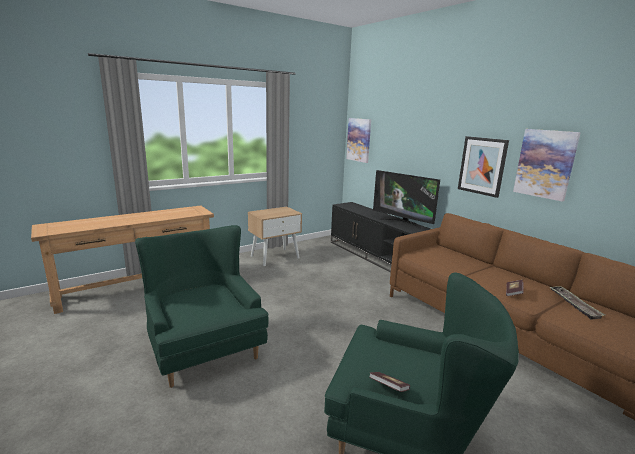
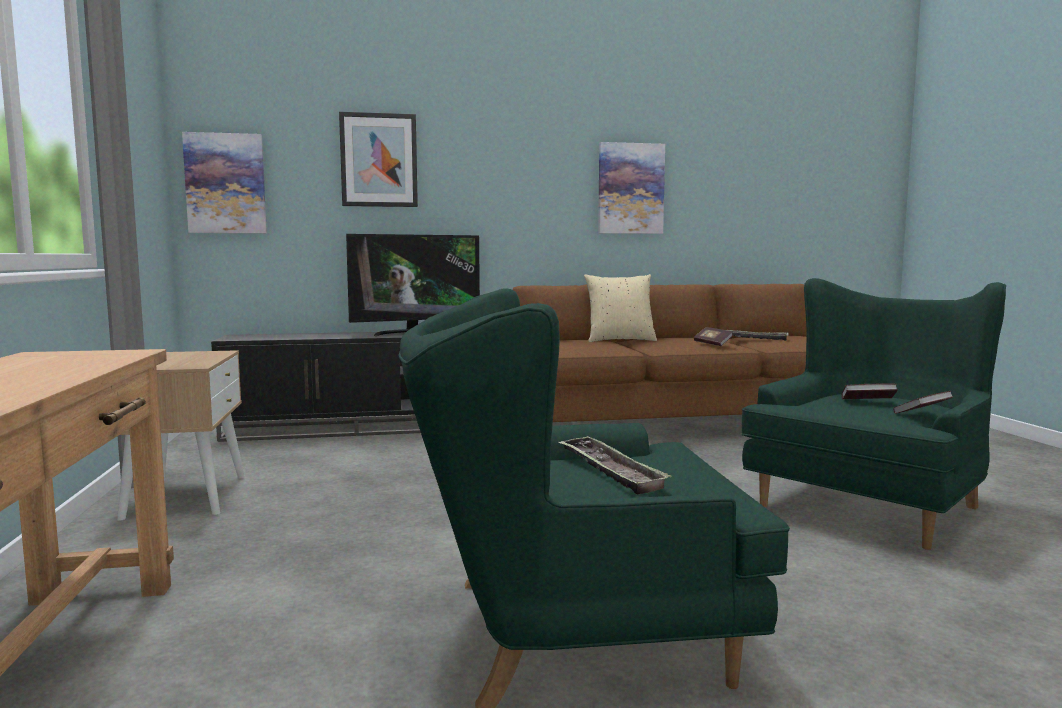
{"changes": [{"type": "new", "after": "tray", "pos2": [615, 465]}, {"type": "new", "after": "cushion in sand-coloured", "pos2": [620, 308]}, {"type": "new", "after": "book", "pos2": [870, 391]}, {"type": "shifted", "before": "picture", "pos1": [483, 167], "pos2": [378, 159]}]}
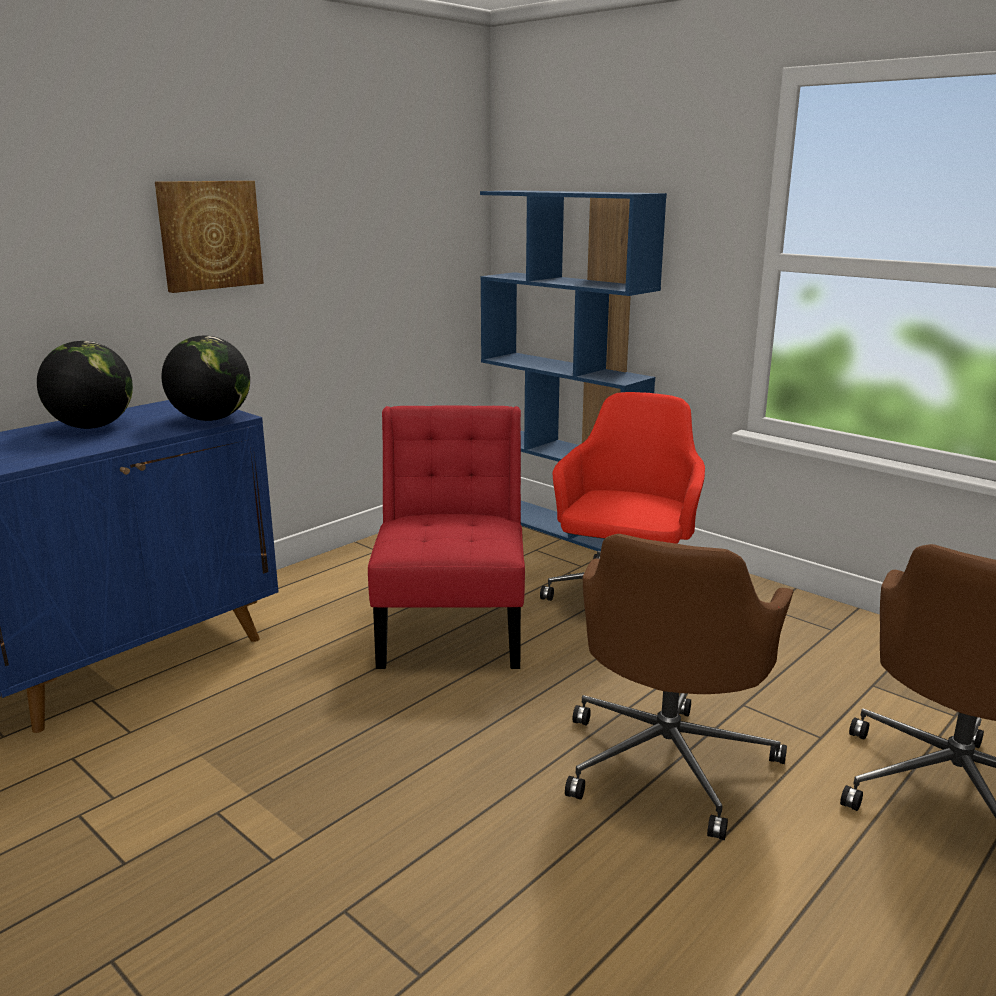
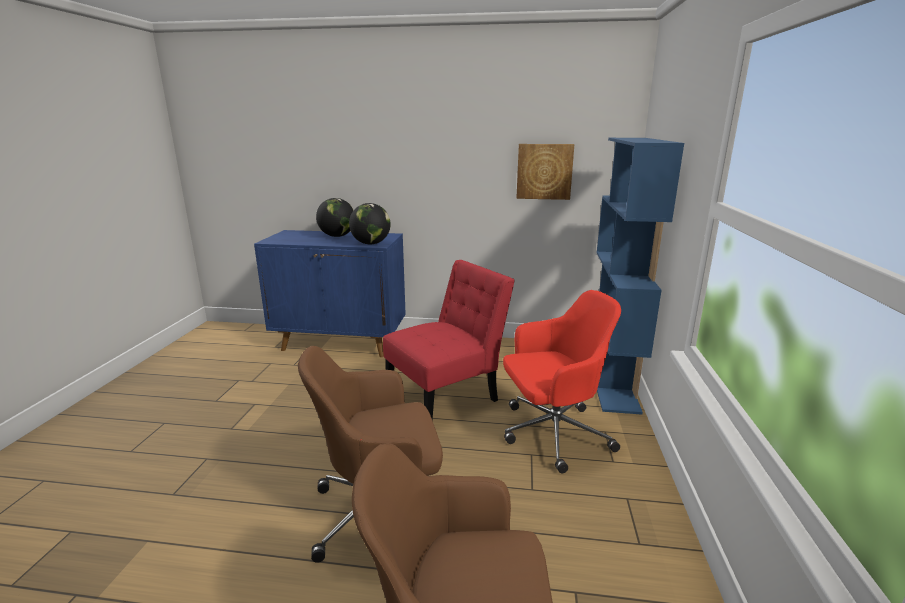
{"changes": [{"type": "shifted", "before": "picture", "pos1": [209, 237], "pos2": [545, 172]}]}
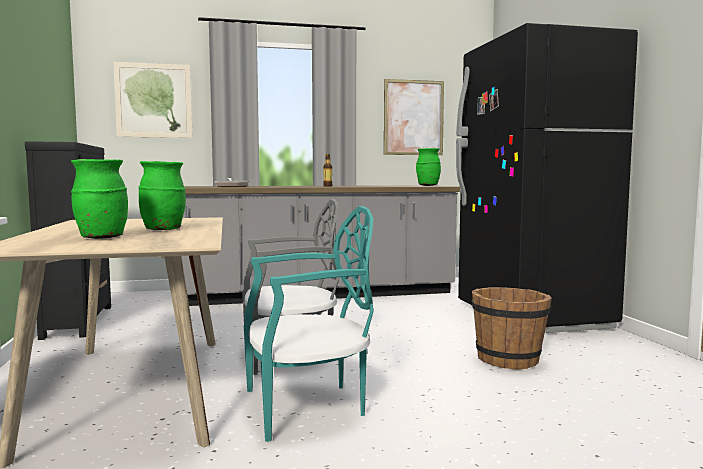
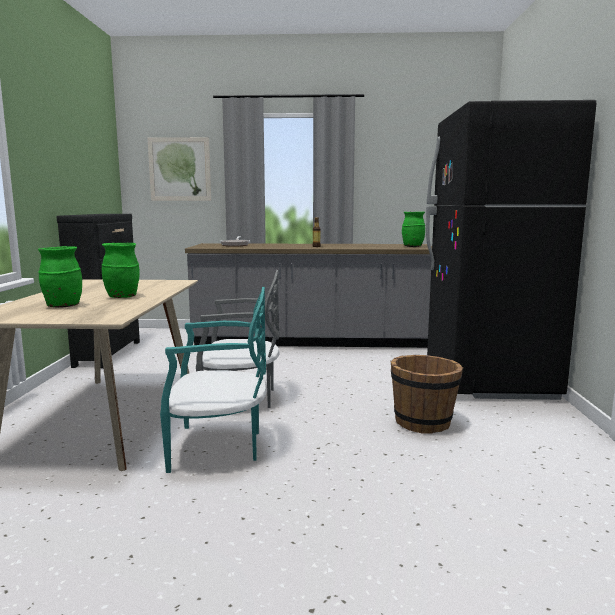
{"changes": [{"type": "gone", "before": "picture", "pos1": [414, 117]}]}
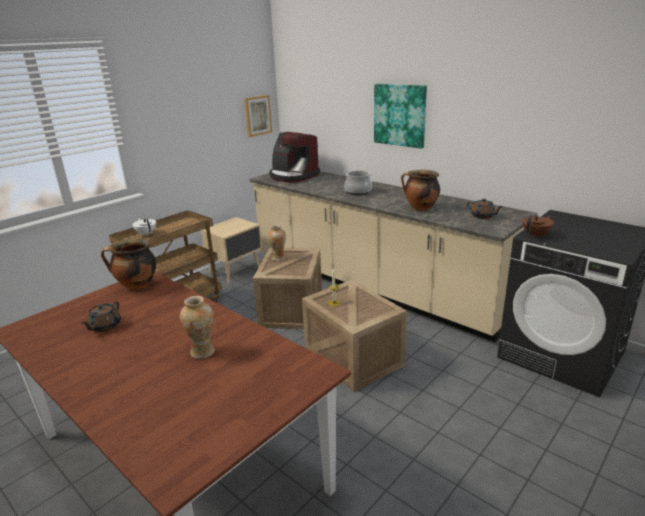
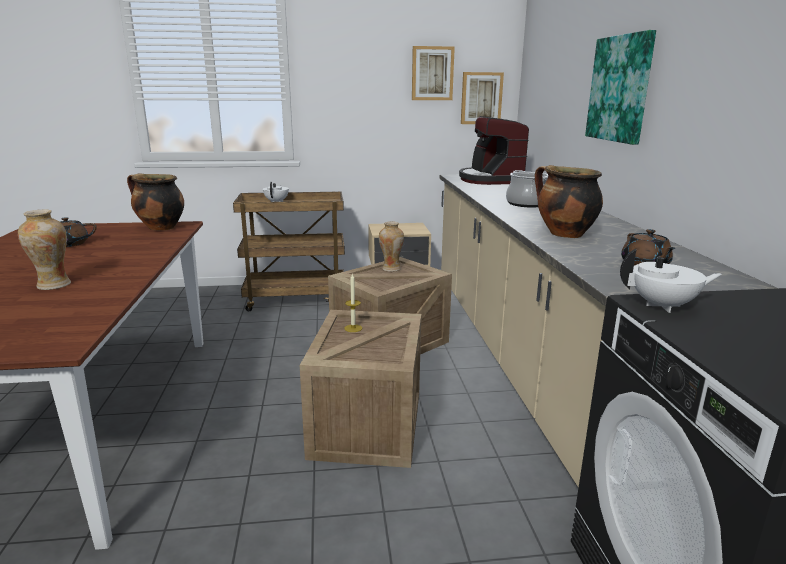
{"changes": [{"type": "new", "after": "picture", "pos2": [433, 73]}, {"type": "repainted", "before": "teapot in brownish", "after": "teapot in white", "pos1": [538, 226], "pos2": [671, 281]}]}
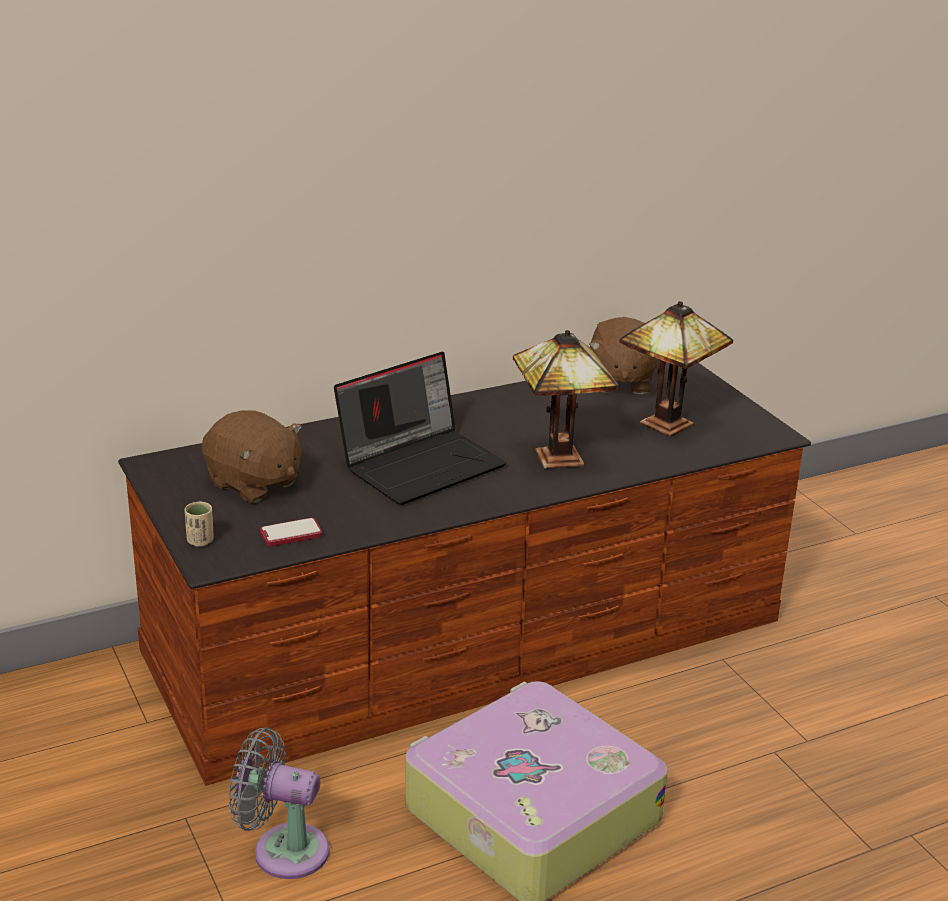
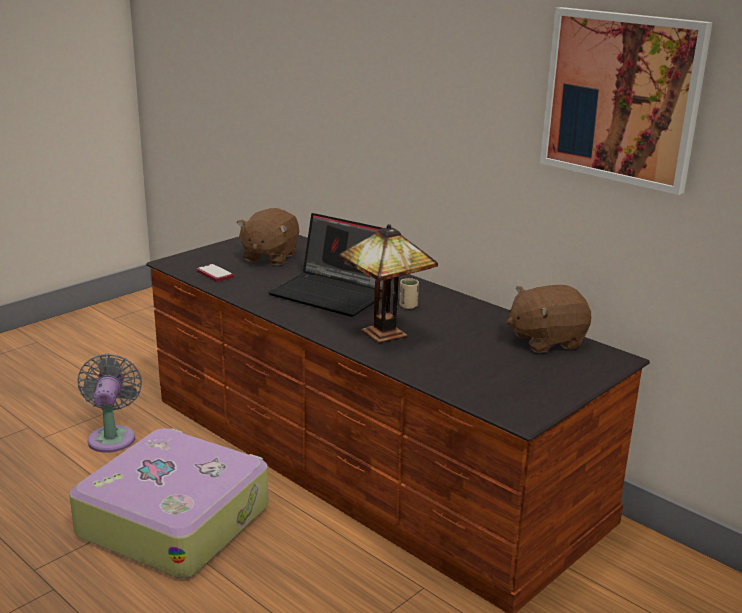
{"changes": [{"type": "gone", "before": "tabletop lamp", "pos1": [676, 368]}, {"type": "new", "after": "picture", "pos2": [626, 101]}, {"type": "shifted", "before": "cup in sand-coloured", "pos1": [199, 524], "pos2": [409, 293]}]}
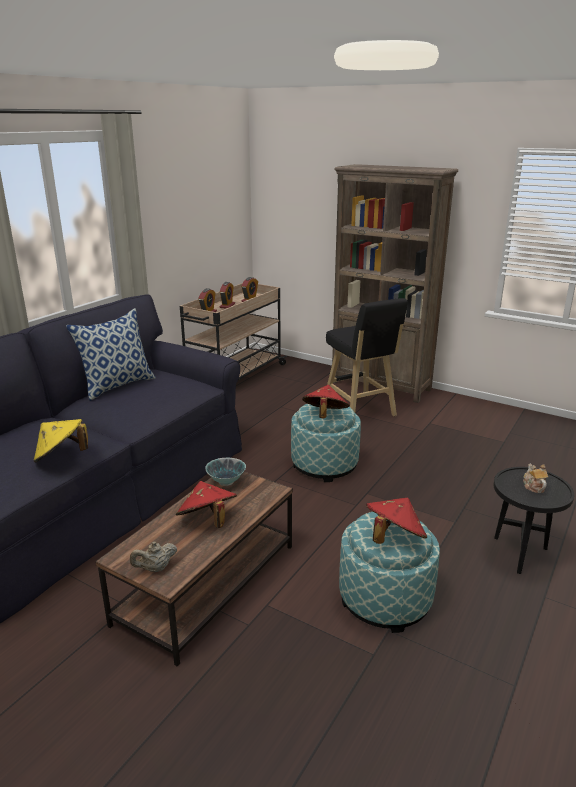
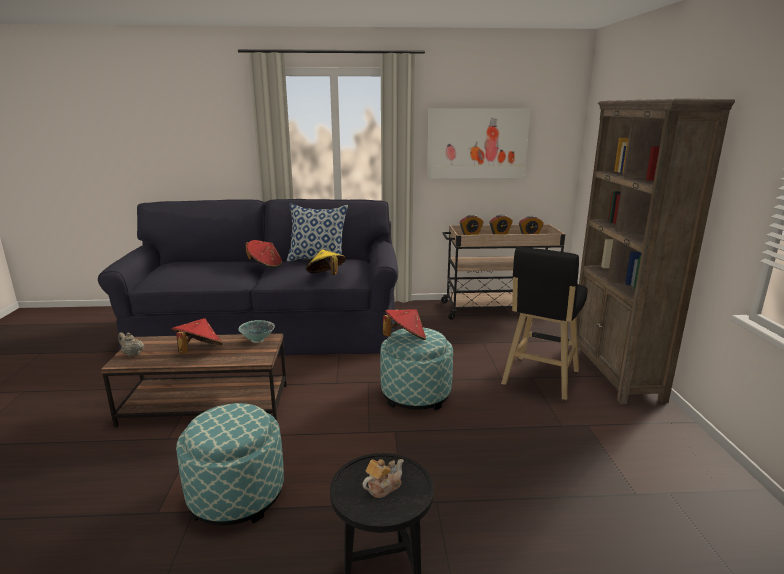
{"changes": [{"type": "new", "after": "picture", "pos2": [479, 144]}, {"type": "shifted", "before": "hat in yellowish", "pos1": [60, 441], "pos2": [326, 262]}, {"type": "shifted", "before": "hat in red-coloured", "pos1": [396, 521], "pos2": [263, 254]}]}
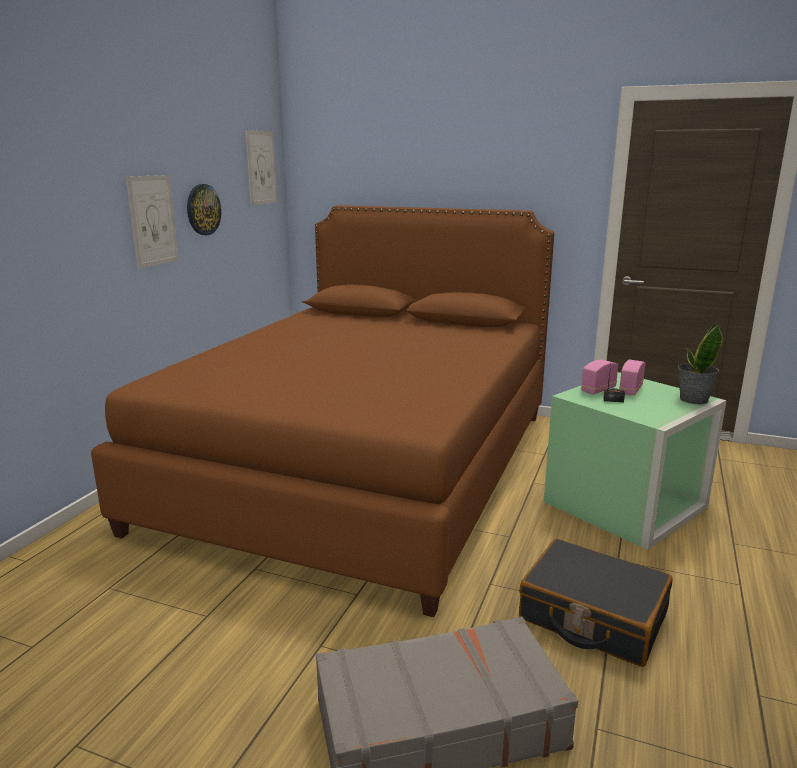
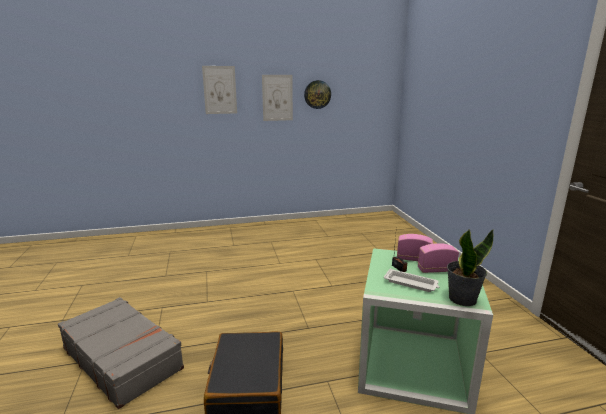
{"changes": [{"type": "gone", "before": "bedroom bed in brownish", "pos1": [322, 411]}, {"type": "new", "after": "tray in white", "pos2": [411, 280]}, {"type": "shifted", "before": "picture", "pos1": [261, 167], "pos2": [219, 90]}]}
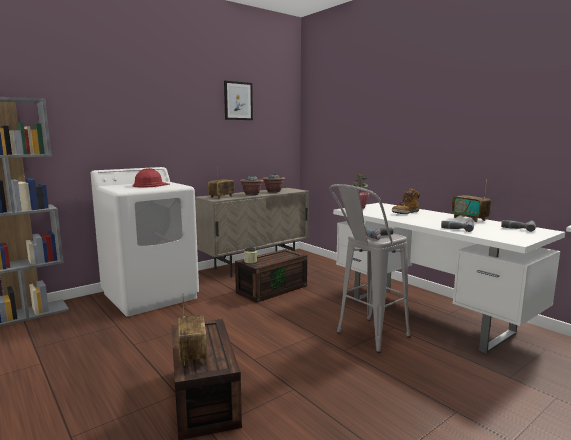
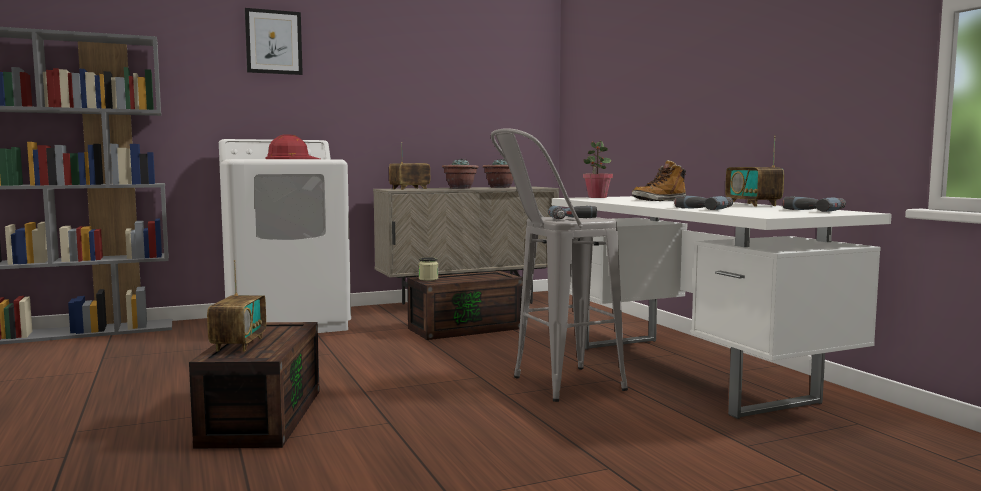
{"changes": [{"type": "shifted", "before": "picture", "pos1": [238, 100], "pos2": [274, 41]}]}
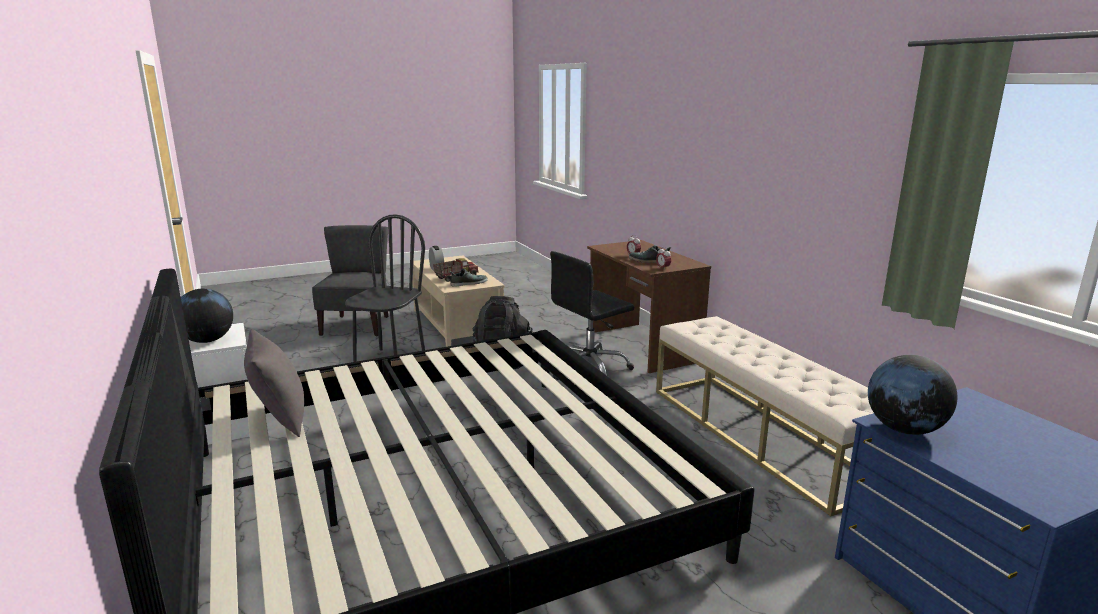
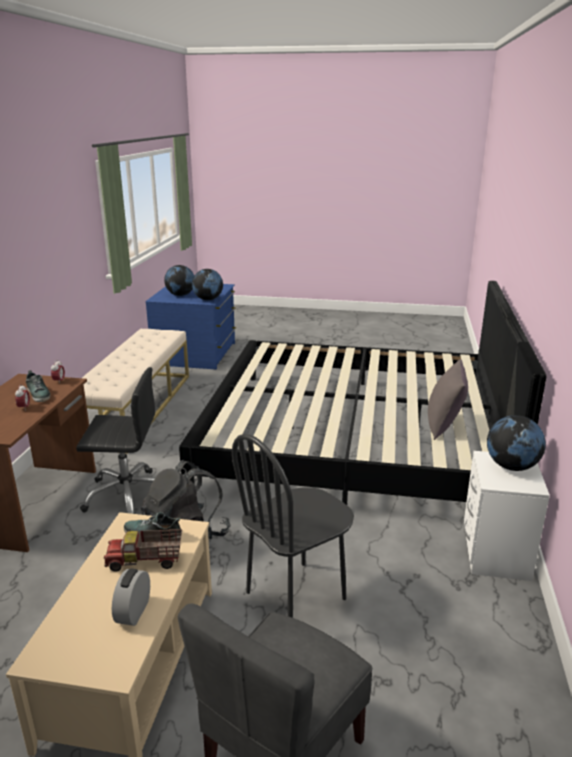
{"changes": [{"type": "new", "after": "world globe", "pos2": [179, 280]}]}
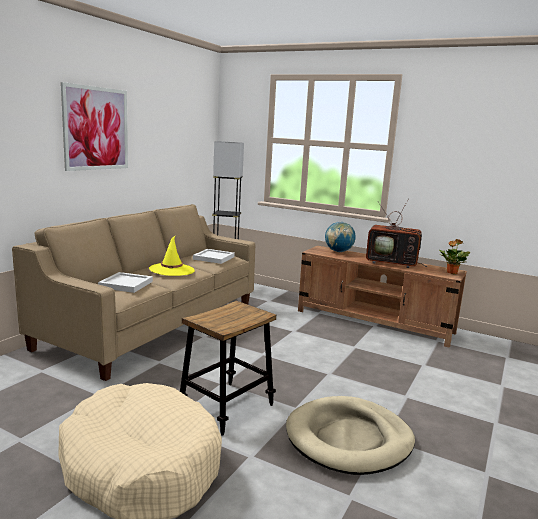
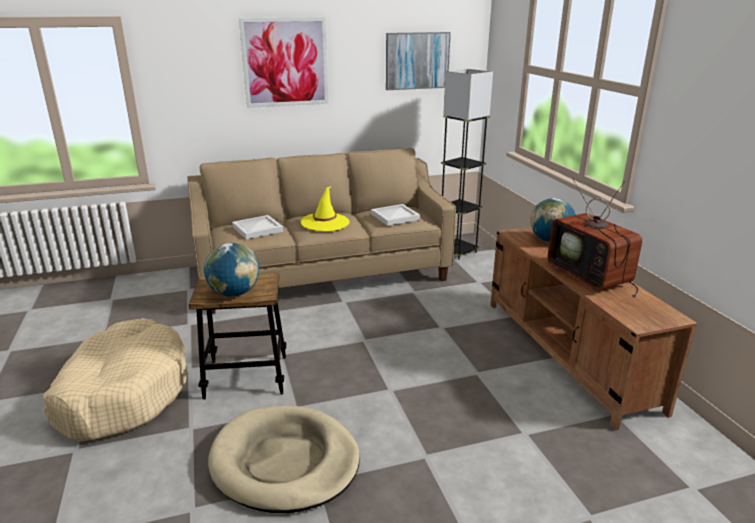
{"changes": [{"type": "gone", "before": "houseplant", "pos1": [454, 256]}, {"type": "new", "after": "world globe", "pos2": [231, 270]}, {"type": "new", "after": "picture", "pos2": [418, 61]}]}
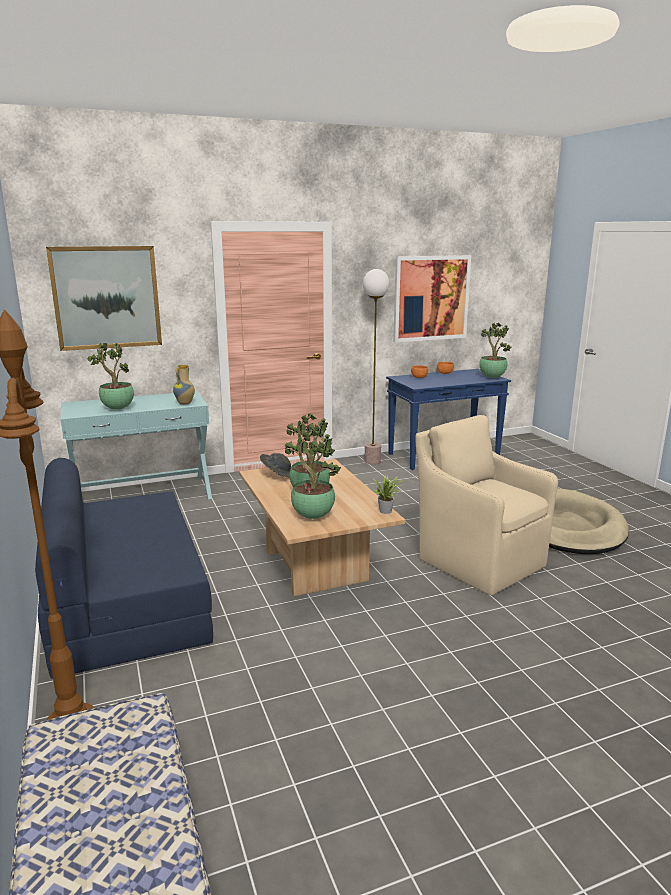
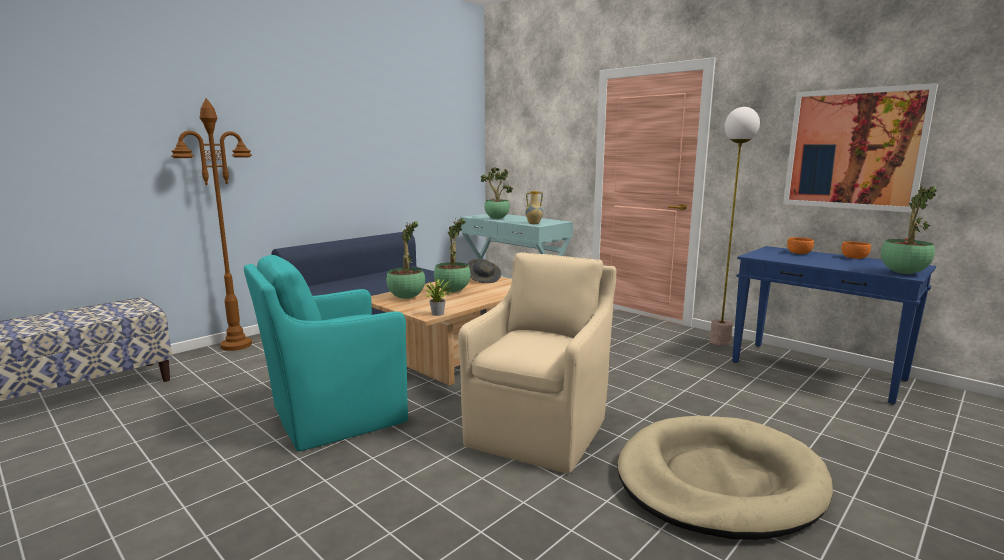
{"changes": [{"type": "gone", "before": "picture", "pos1": [104, 298]}, {"type": "new", "after": "easy chair in turquoise", "pos2": [326, 353]}]}
